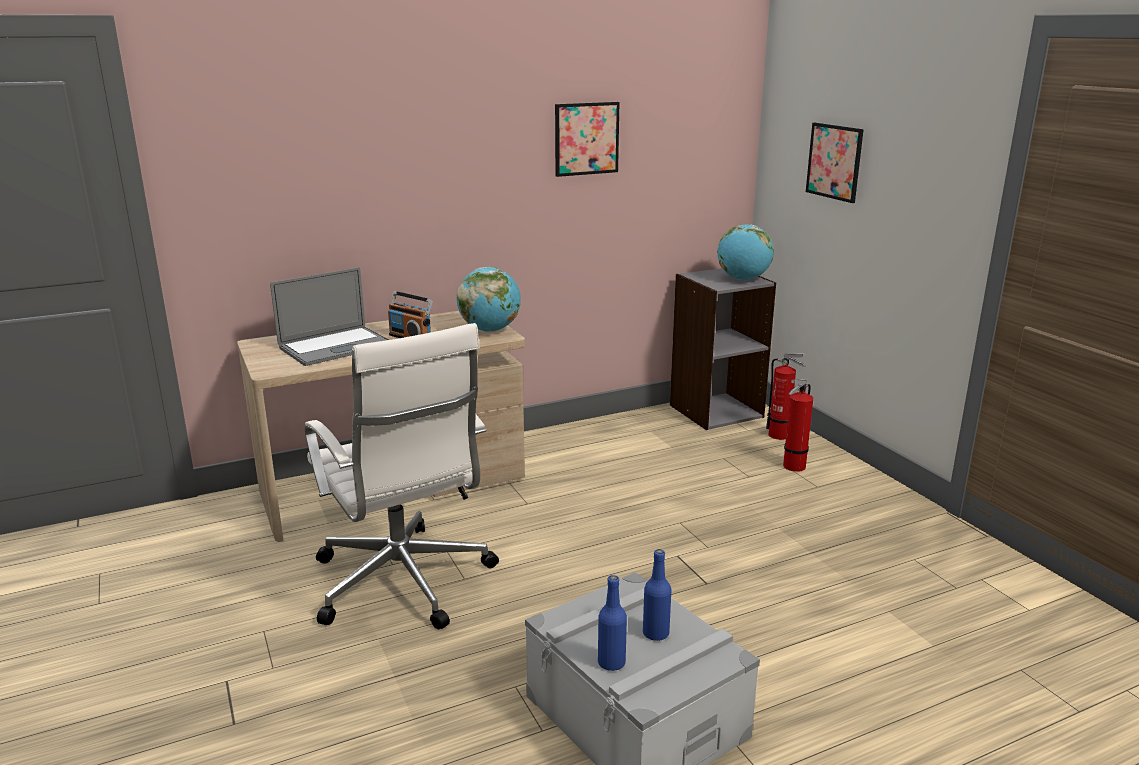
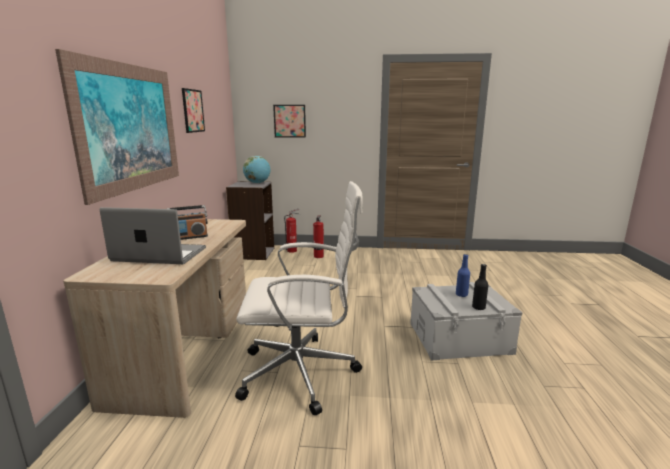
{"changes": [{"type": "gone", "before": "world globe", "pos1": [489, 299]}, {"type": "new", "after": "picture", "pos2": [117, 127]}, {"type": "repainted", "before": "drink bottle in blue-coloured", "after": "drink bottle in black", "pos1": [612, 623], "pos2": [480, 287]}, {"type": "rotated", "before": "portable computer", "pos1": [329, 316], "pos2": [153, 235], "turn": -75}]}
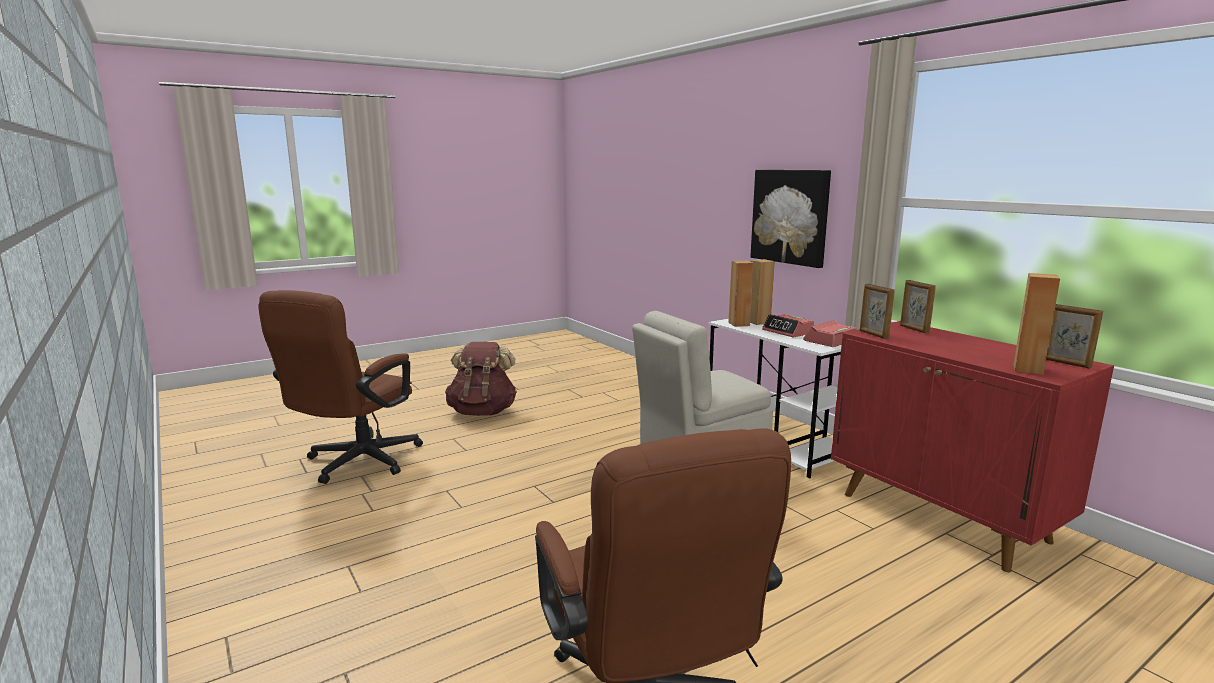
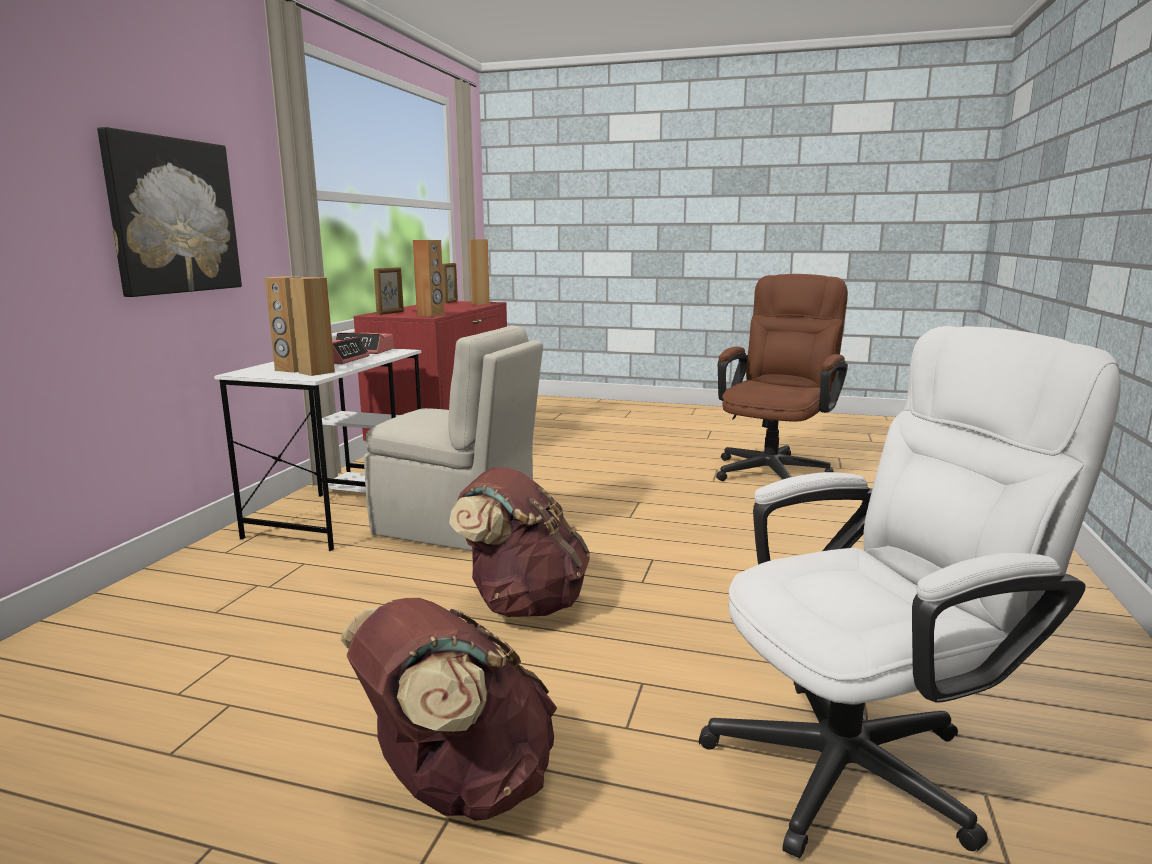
{"changes": [{"type": "new", "after": "backpack in brownish", "pos2": [519, 542]}, {"type": "swapped", "before": "picture frame", "after": "speaker in brownish", "pos1": [877, 311], "pos2": [429, 278]}, {"type": "repainted", "before": "desk chair in brownish", "after": "desk chair in white", "pos1": [340, 387], "pos2": [910, 592]}]}
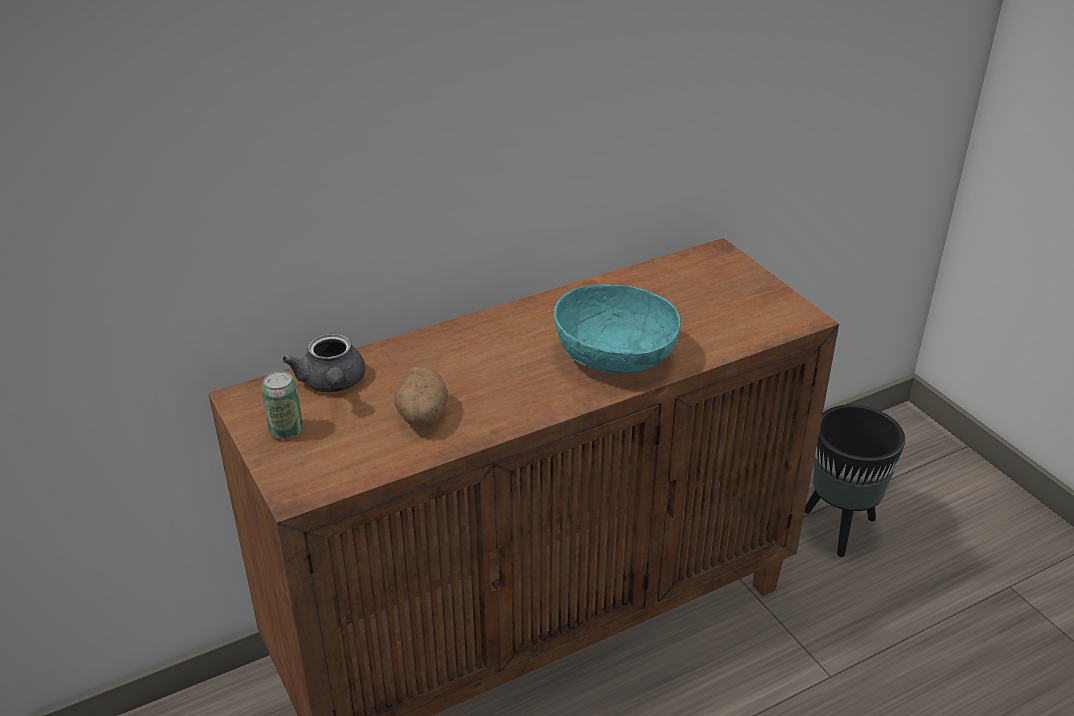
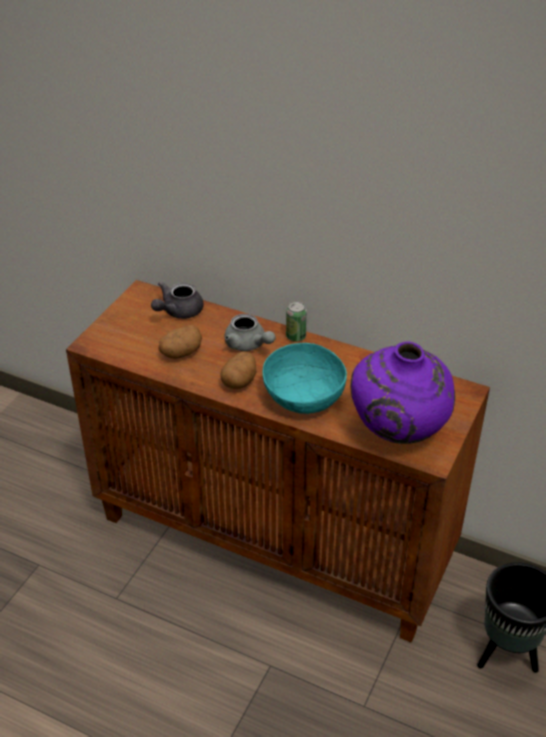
{"changes": [{"type": "new", "after": "potato", "pos2": [238, 370]}, {"type": "new", "after": "teapot in gray", "pos2": [250, 332]}, {"type": "new", "after": "decorative vase in purple-coloured", "pos2": [402, 393]}, {"type": "shifted", "before": "metal can", "pos1": [282, 405], "pos2": [296, 321]}]}
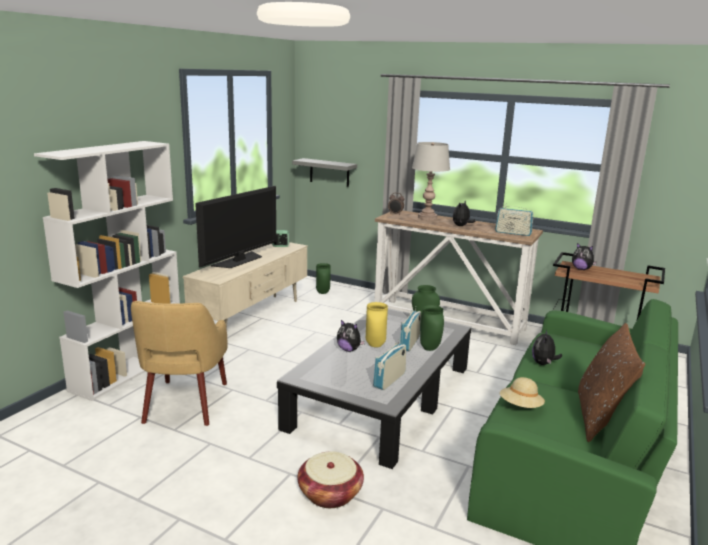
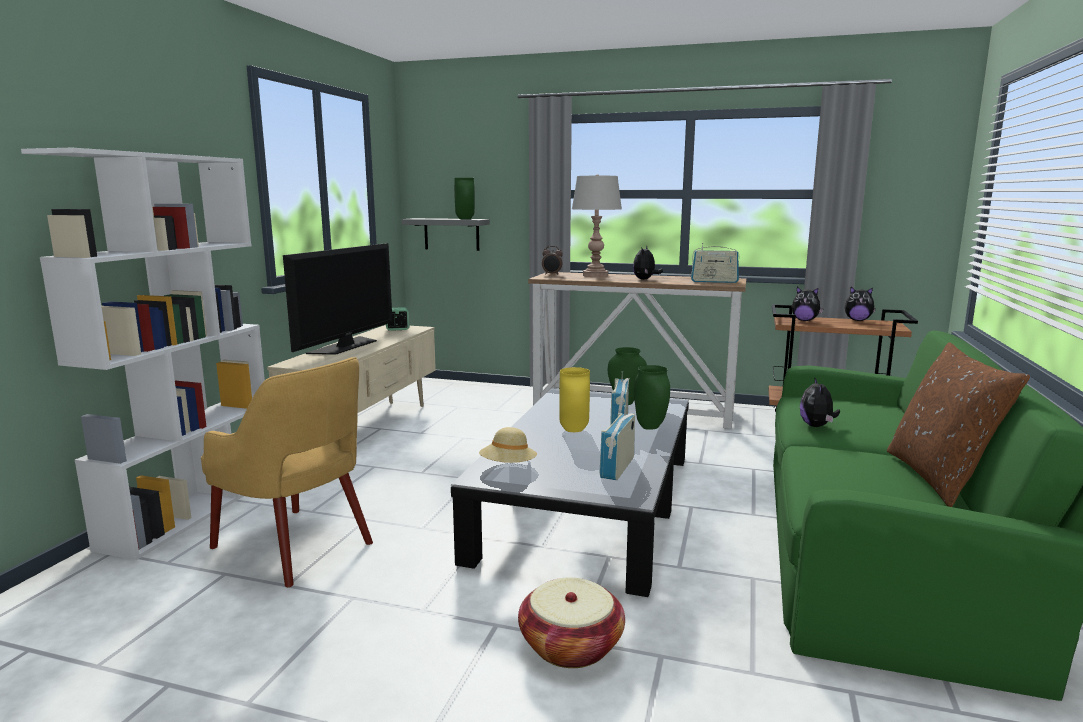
{"changes": [{"type": "shifted", "before": "decorative vase in greenish", "pos1": [323, 278], "pos2": [464, 198]}, {"type": "shifted", "before": "cuddly toy", "pos1": [351, 336], "pos2": [860, 304]}, {"type": "shifted", "before": "hat in sand-coloured", "pos1": [522, 392], "pos2": [508, 445]}, {"type": "rotated", "before": "easy chair in yellowish", "pos1": [179, 363], "pos2": [287, 472], "turn": -45}]}
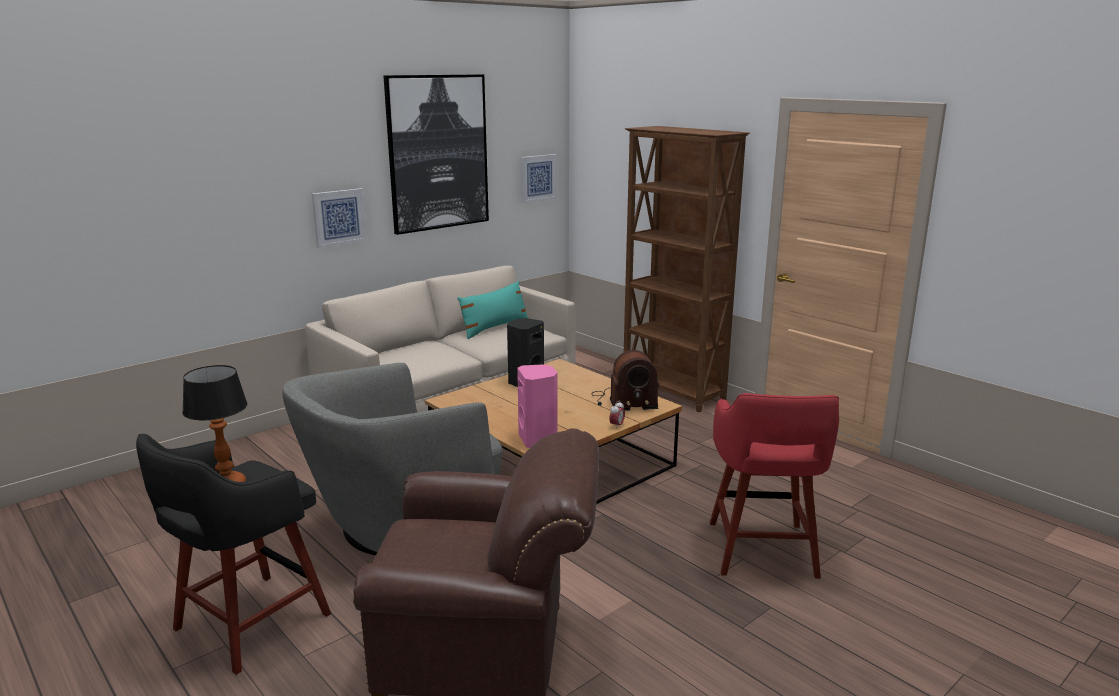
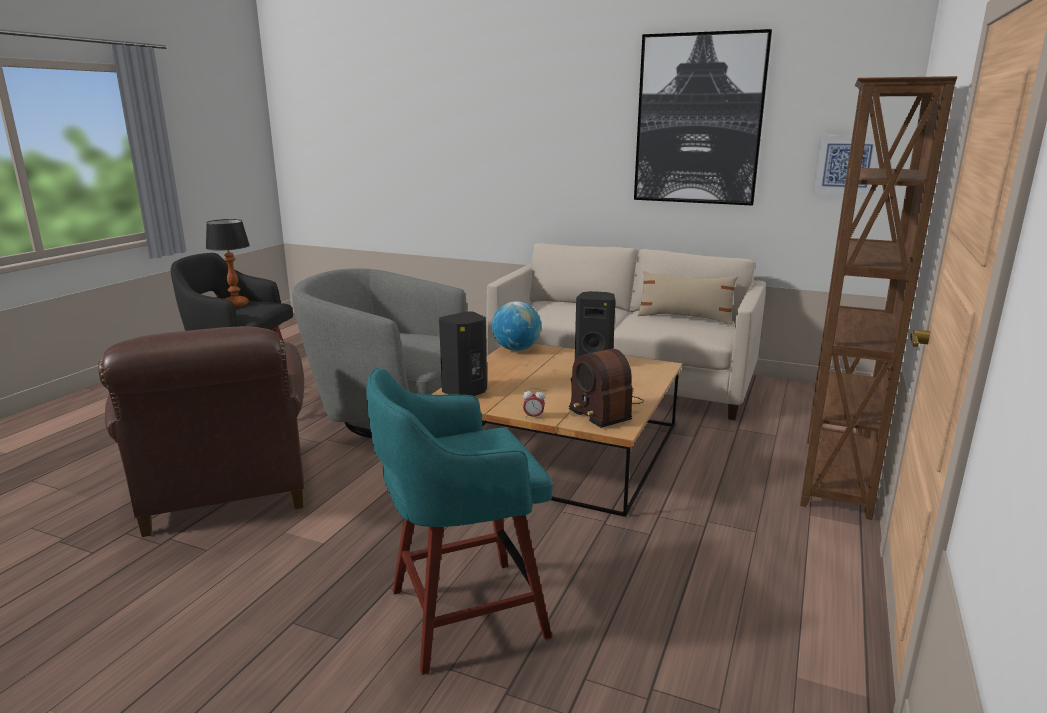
{"changes": [{"type": "gone", "before": "picture", "pos1": [339, 218]}, {"type": "new", "after": "world globe", "pos2": [516, 326]}, {"type": "repainted", "before": "cushion in turquoise", "after": "cushion in sand-coloured", "pos1": [492, 310], "pos2": [687, 297]}, {"type": "repainted", "before": "speaker in pink", "after": "speaker in black", "pos1": [537, 406], "pos2": [463, 353]}, {"type": "repainted", "before": "stool seat in red-coloured", "after": "stool seat in turquoise", "pos1": [774, 486], "pos2": [459, 521]}]}
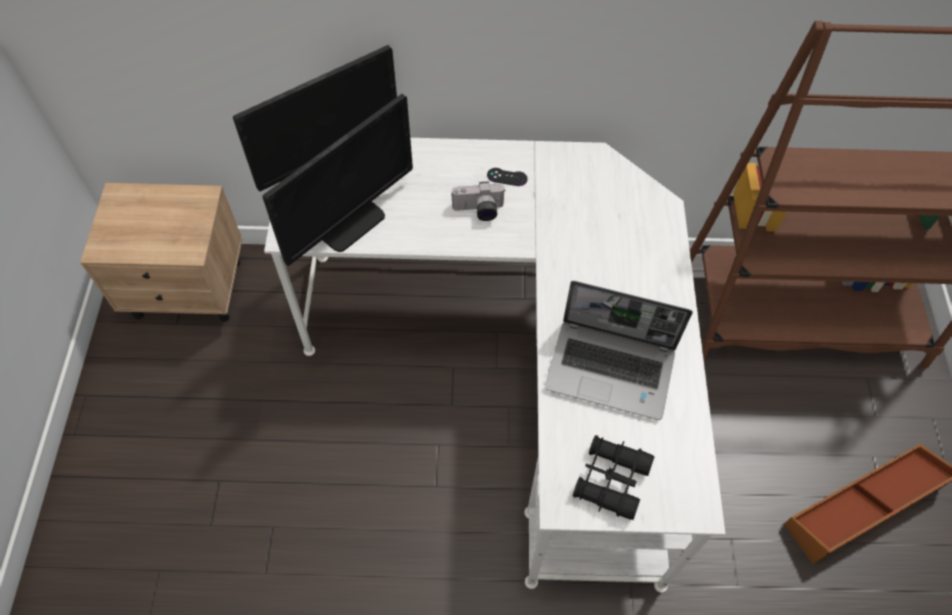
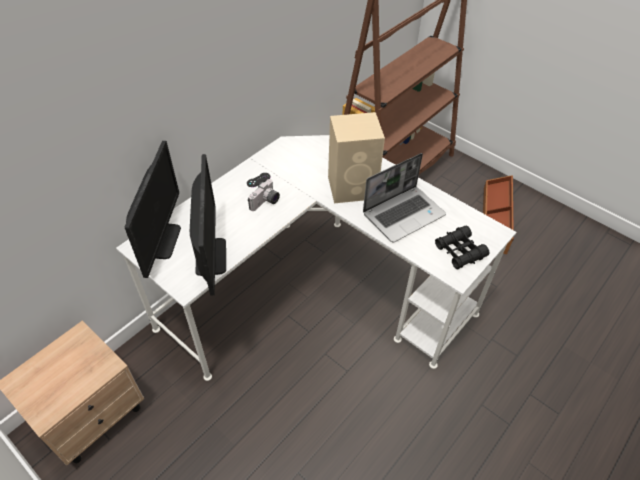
{"changes": [{"type": "new", "after": "speaker in sand-coloured", "pos2": [356, 157]}]}
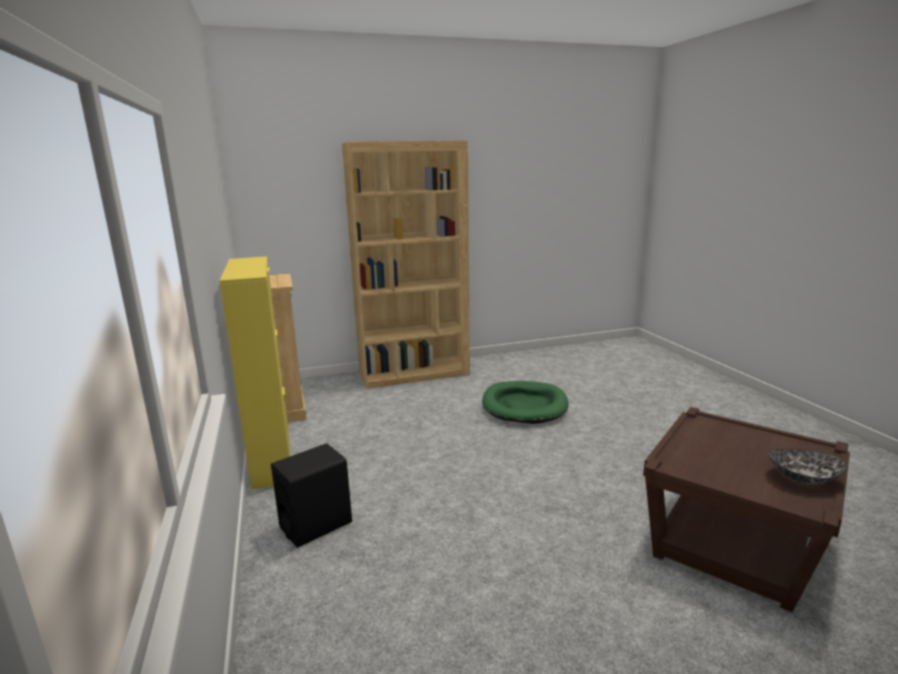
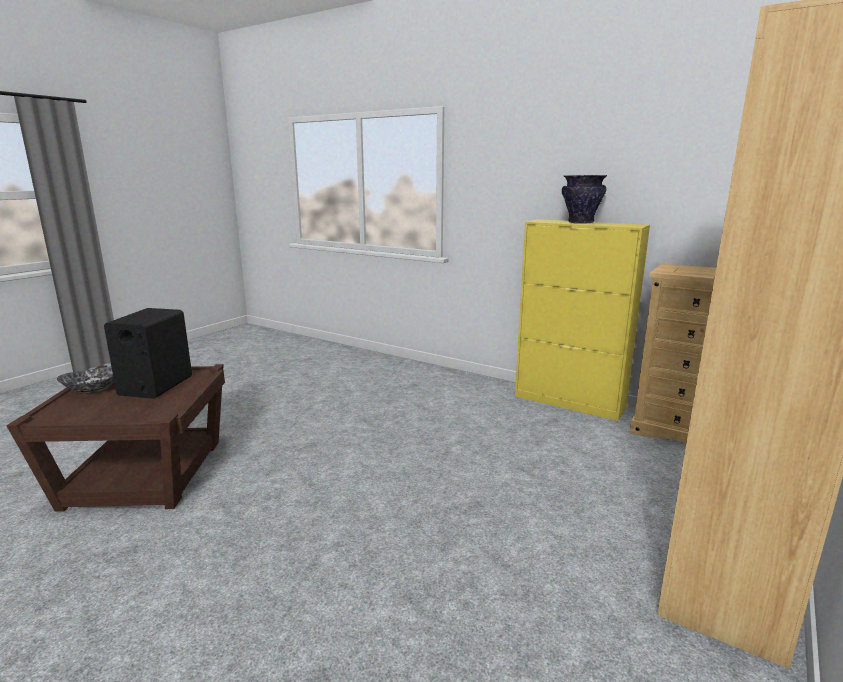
{"changes": [{"type": "gone", "before": "dog bed in greenish", "pos1": [525, 402]}, {"type": "new", "after": "decorative vase", "pos2": [584, 199]}, {"type": "shifted", "before": "speaker in black", "pos1": [311, 495], "pos2": [148, 353]}]}
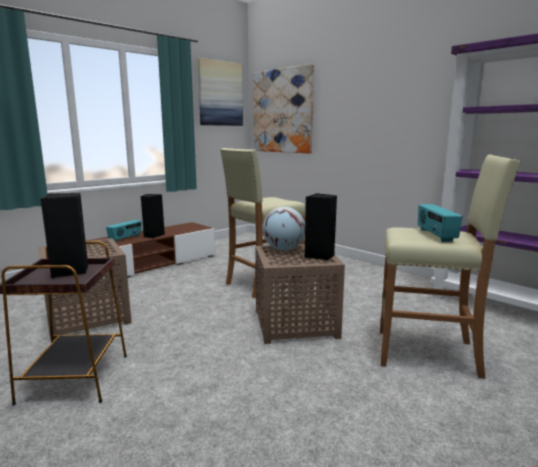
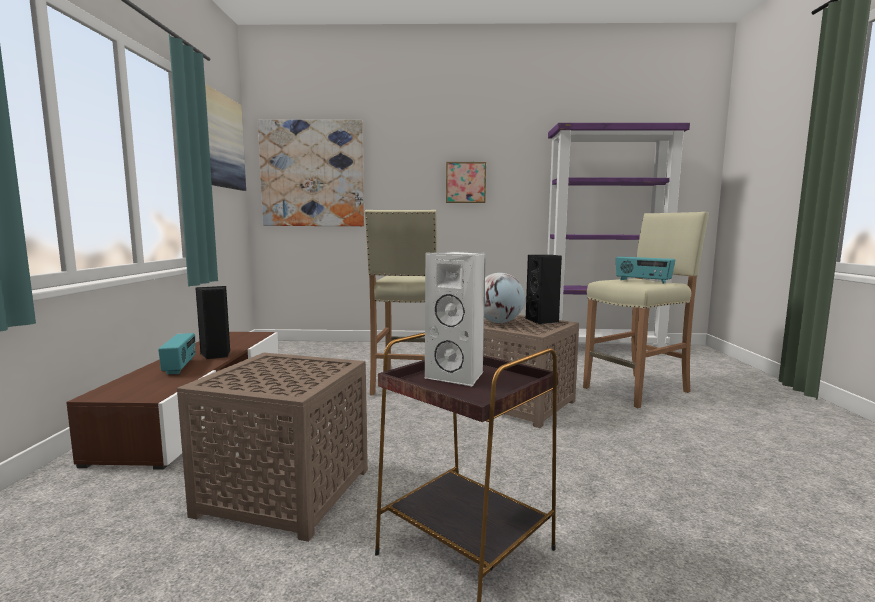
{"changes": [{"type": "new", "after": "picture", "pos2": [466, 182]}, {"type": "repainted", "before": "speaker in black", "after": "speaker in white", "pos1": [64, 235], "pos2": [455, 319]}]}
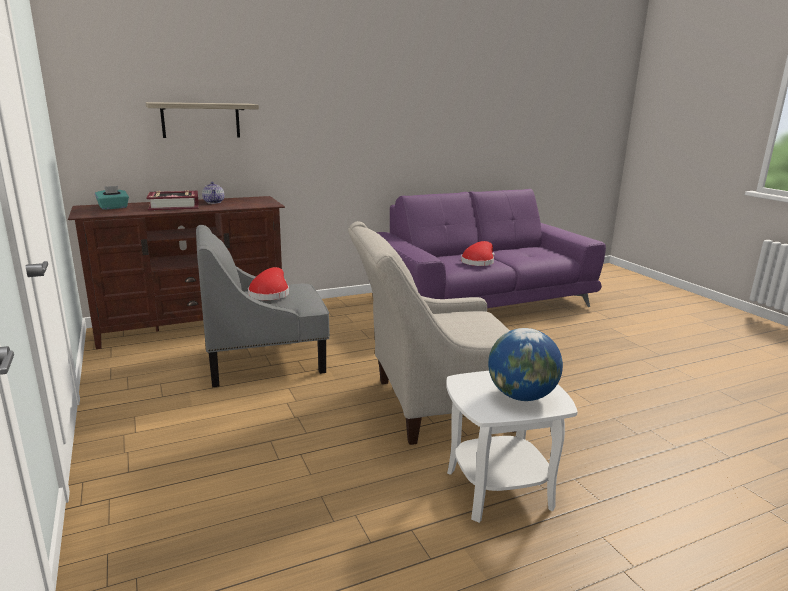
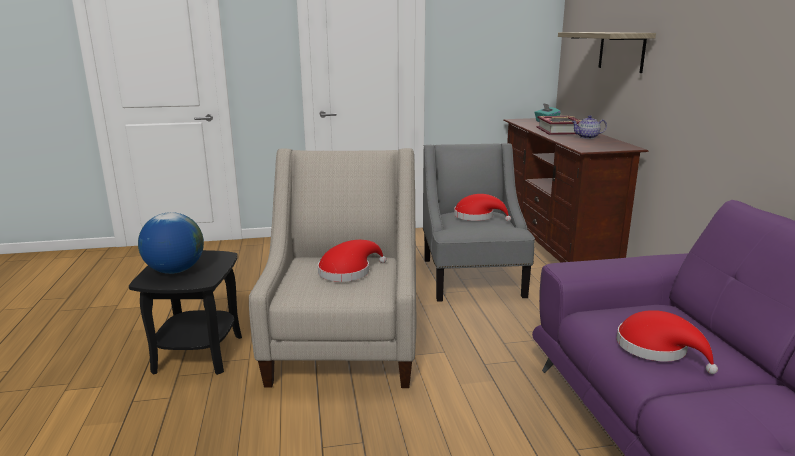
{"changes": [{"type": "new", "after": "hat in red-coloured", "pos2": [352, 261]}, {"type": "repainted", "before": "side table in white", "after": "side table in black", "pos1": [512, 447], "pos2": [185, 312]}]}
